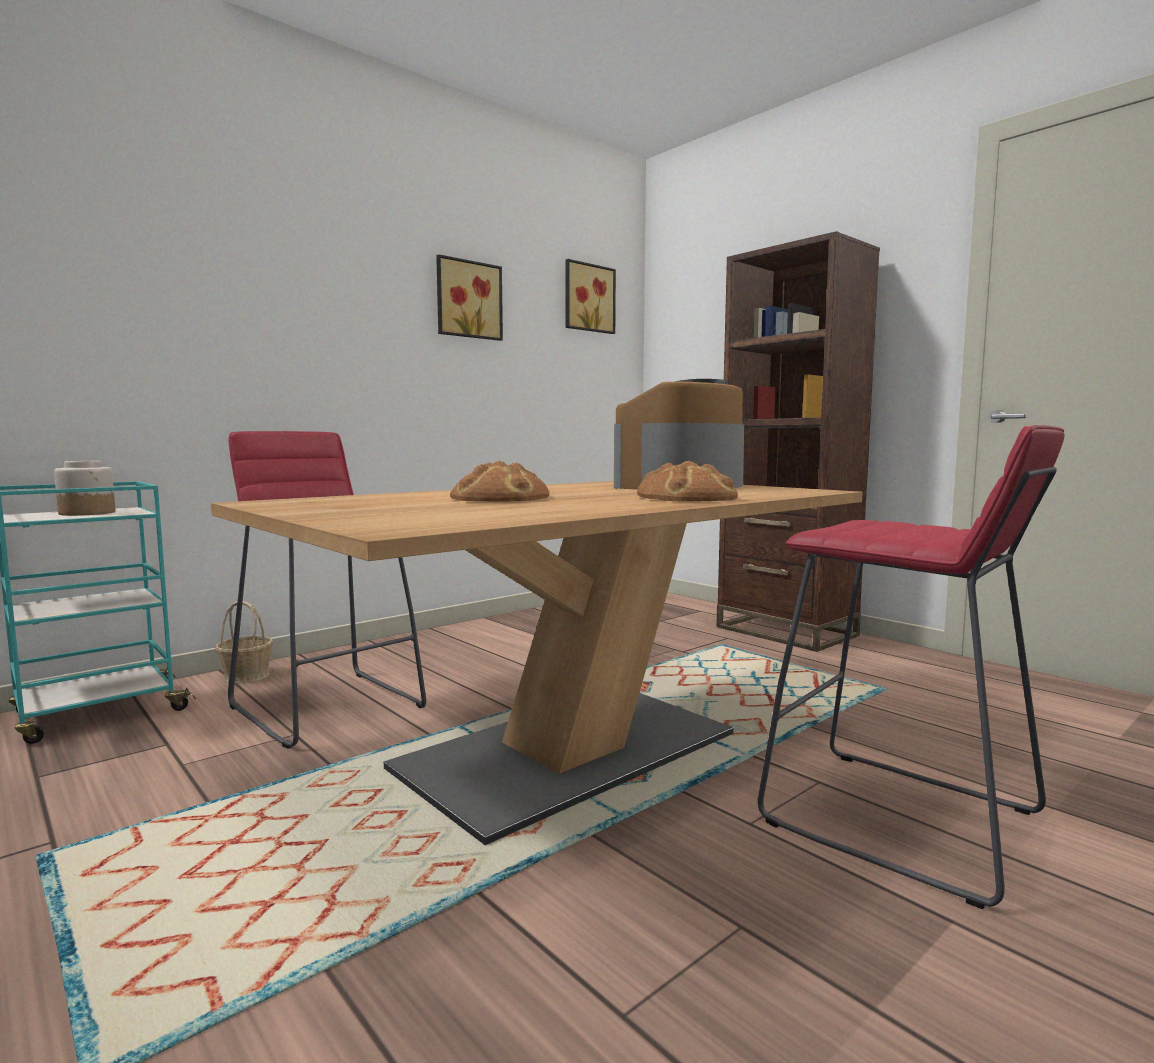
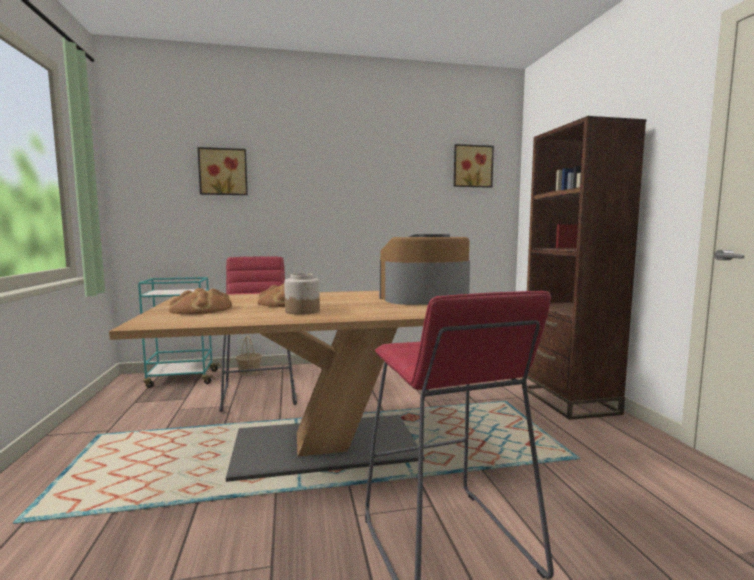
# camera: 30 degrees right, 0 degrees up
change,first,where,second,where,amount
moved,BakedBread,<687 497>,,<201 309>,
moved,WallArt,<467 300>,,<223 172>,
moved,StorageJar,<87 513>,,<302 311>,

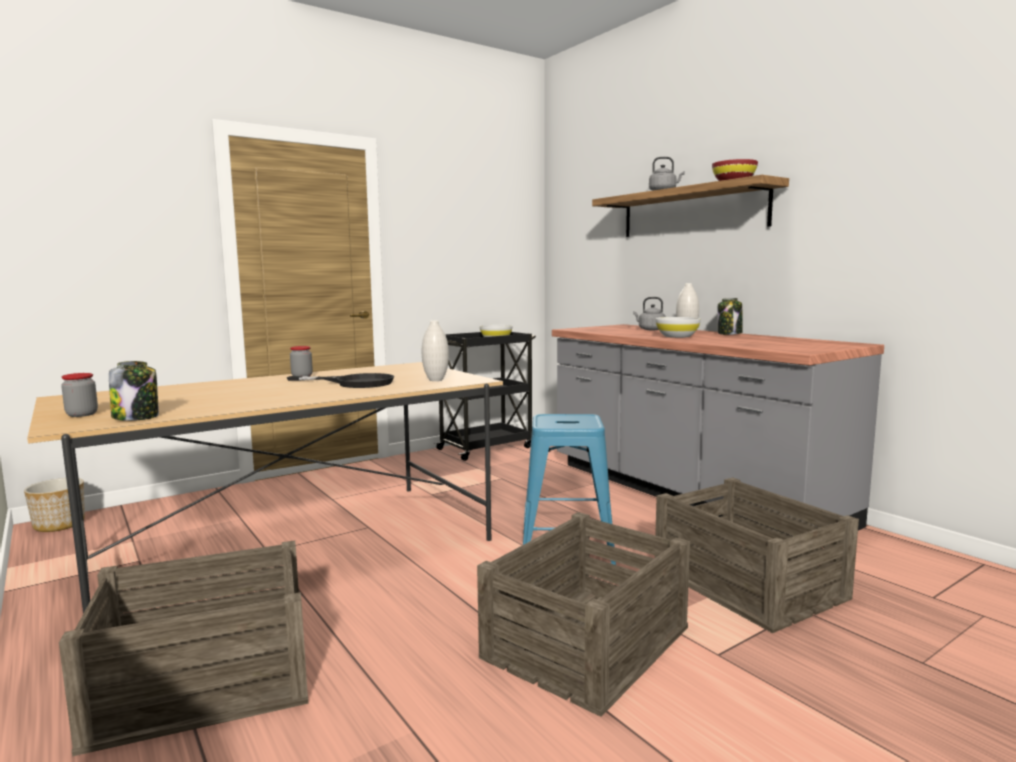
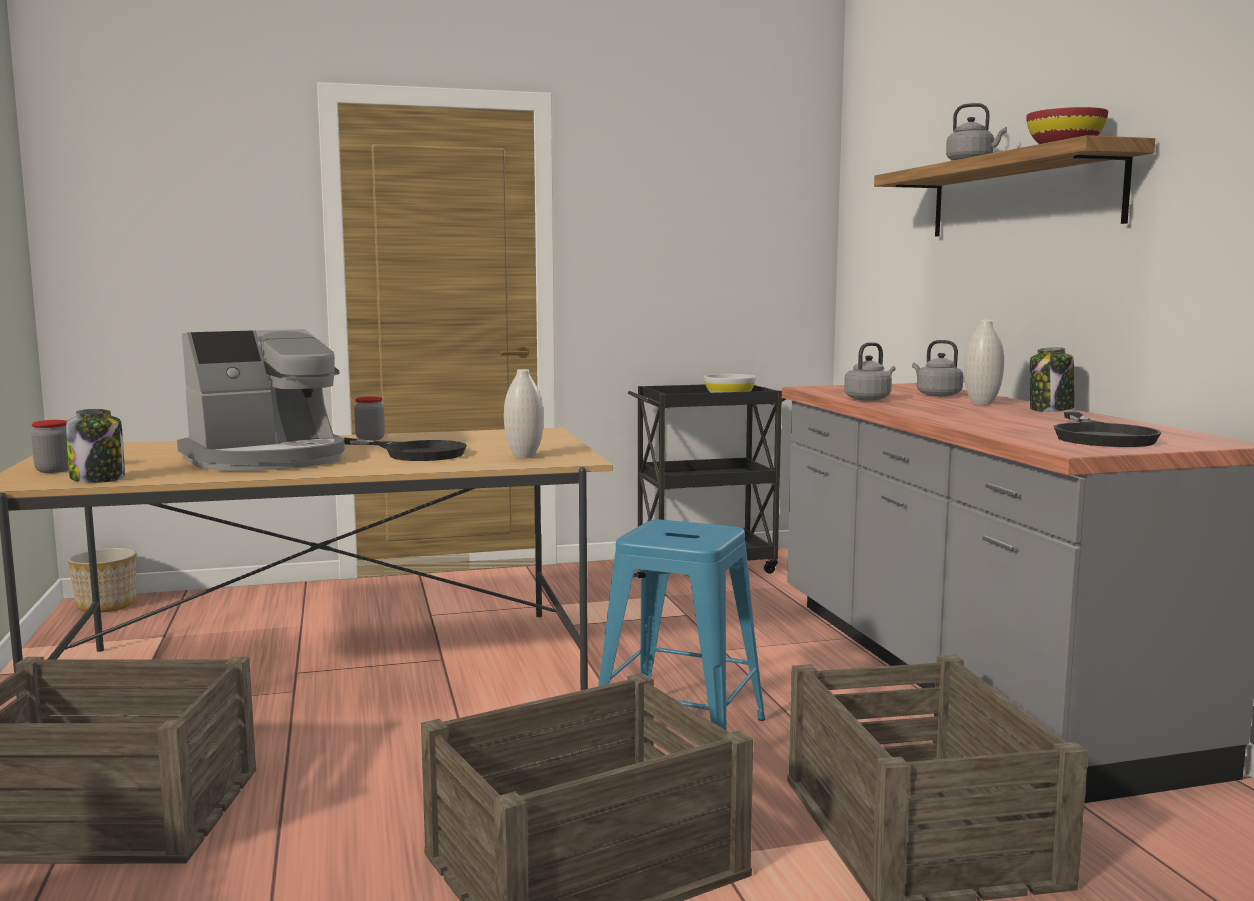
# camera: 20 degrees right, 0 degrees up
change,first,where,second,where,amount
added,,,CoffeeBrewer,<267 459>,
added,,,GreyishKettle,<869 399>,
added,,,BlackColouredPan,<1100 437>,
removed,WhiteColouredDeepDish,<677 336>,,,

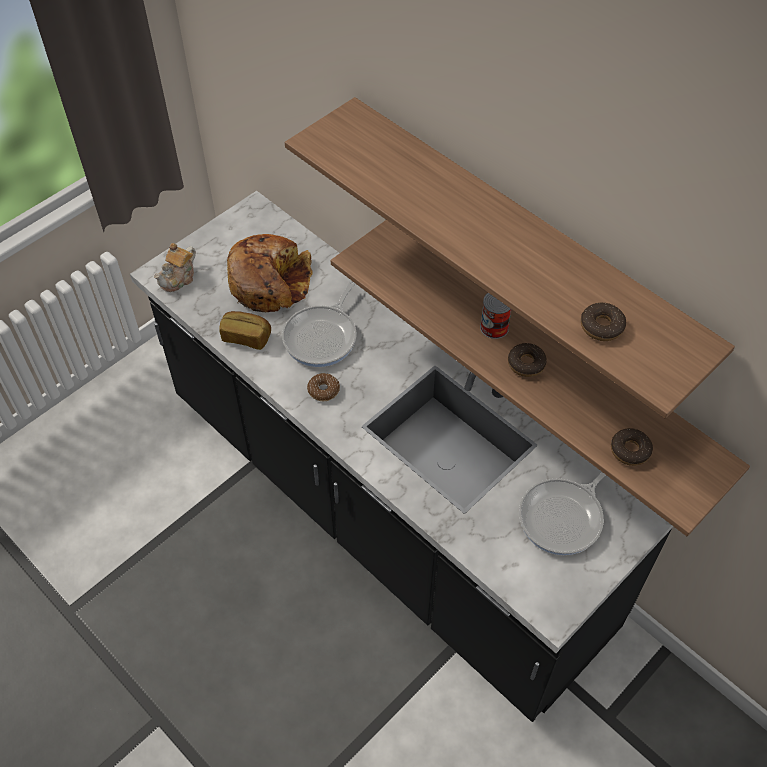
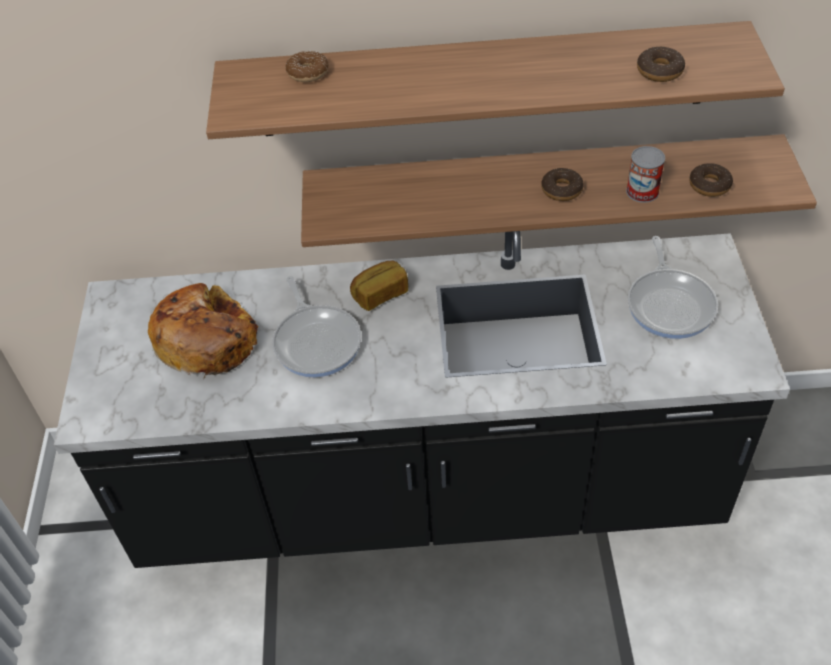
# camera: 45 degrees left, 5 degrees down
change,first,where,second,where,amount
moved,Donut,<323 390>,,<308 72>,
moved,BakedBread,<246 336>,,<380 294>,
moved,MetalCan,<494 327>,,<642 191>,
removed,PotForTea,<178 278>,,,

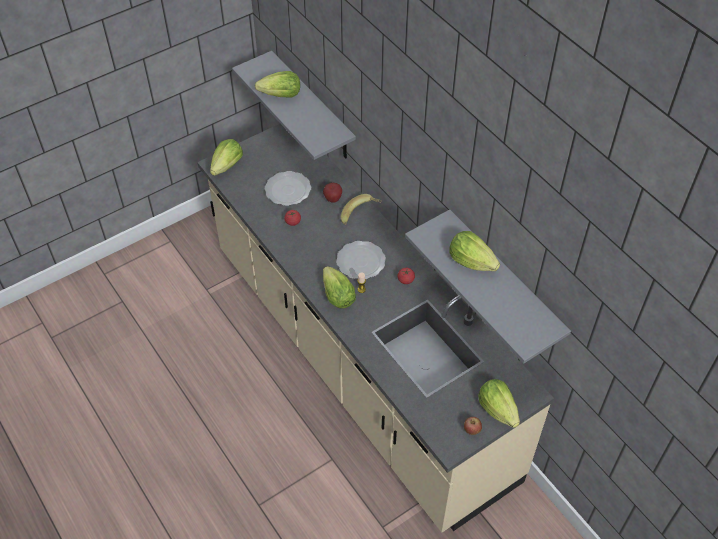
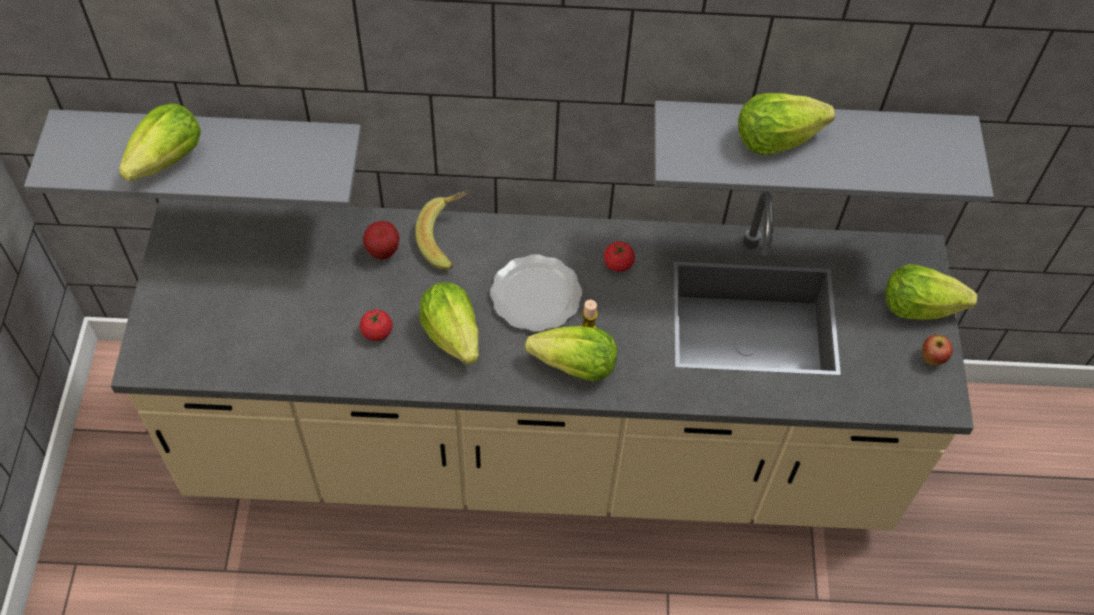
# camera: 55 degrees left, 5 degrees up
change,first,where,second,where,amount
moved,Lettuce,<227 166>,,<452 334>,
removed,DinnerPlate,<288 190>,,,

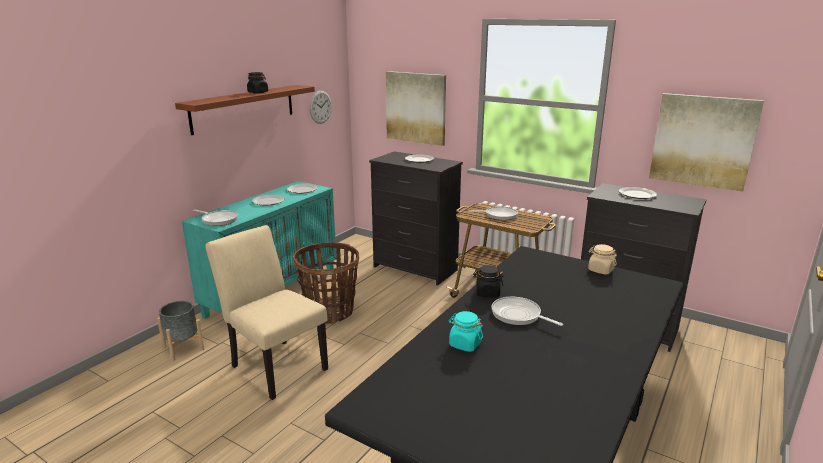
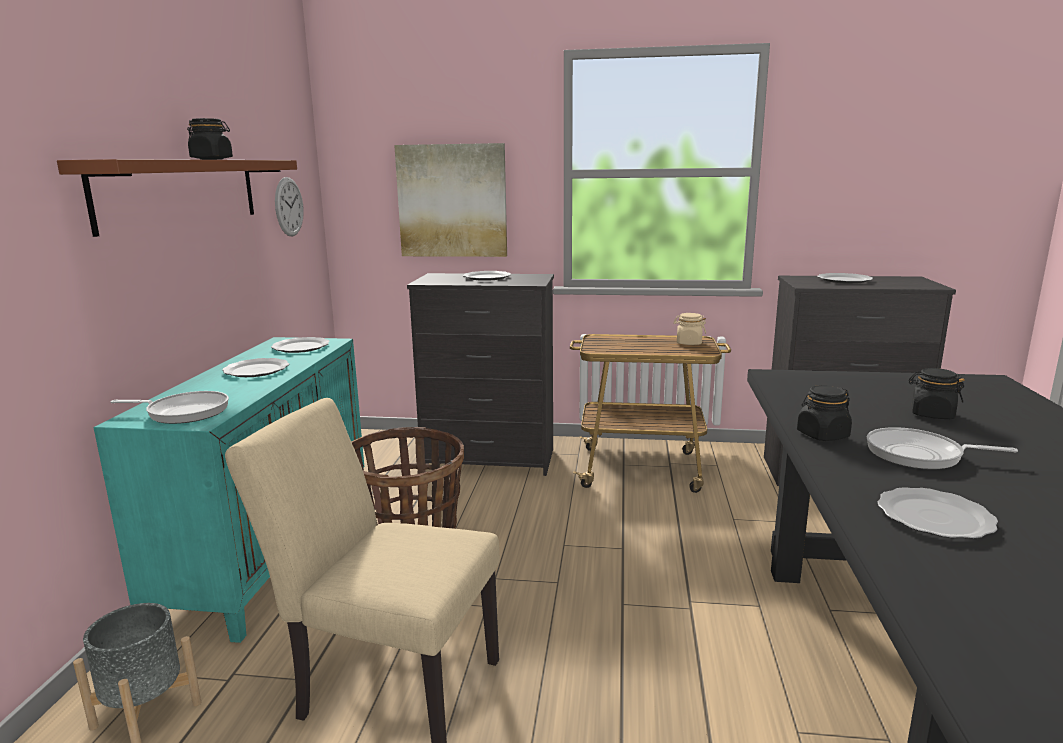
# camera: 25 degrees left, 5 degrees down
change,first,where,second,where,amount
moved,BeigeStorageJar,<600 270>,,<688 343>,
replaced,TurquoiseStorageJar,<465 344>,DinnerPlate,<935 516>,
added,,,BlackColouredStorageJar,<931 414>,
removed,Pan,<499 215>,,,
removed,WallArt,<703 141>,,,

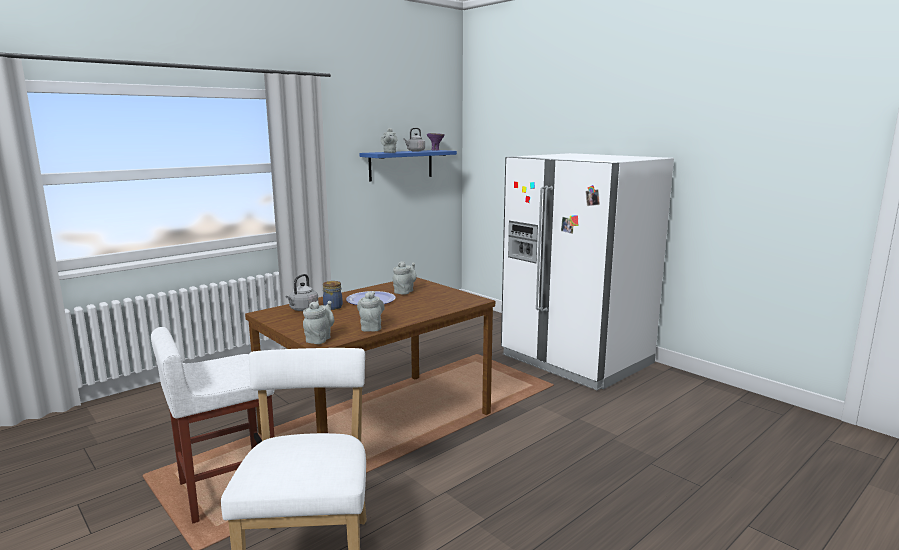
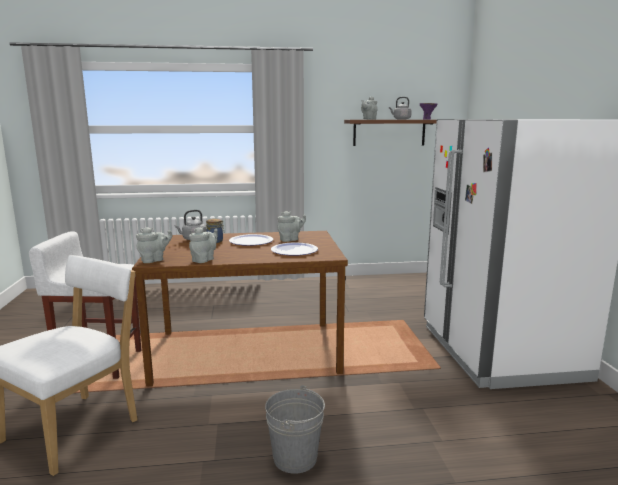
# camera: 35 degrees right, 0 degrees up
change,first,where,second,where,amount
added,,,GreyishBucket,<295 458>,
added,,,DinnerPlate,<294 250>,
recoloured,BlueShelf,<401 165>,BrownishShelf,<389 132>,

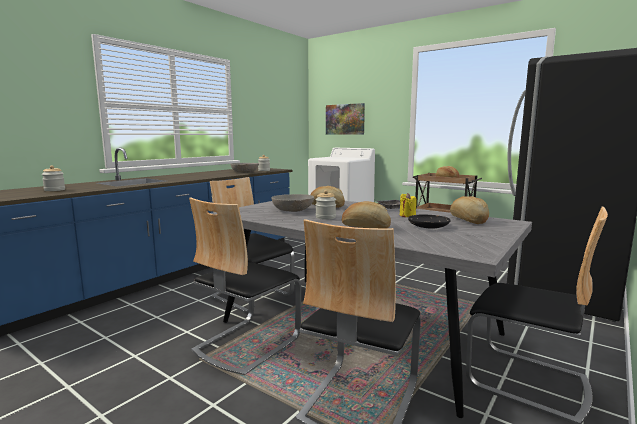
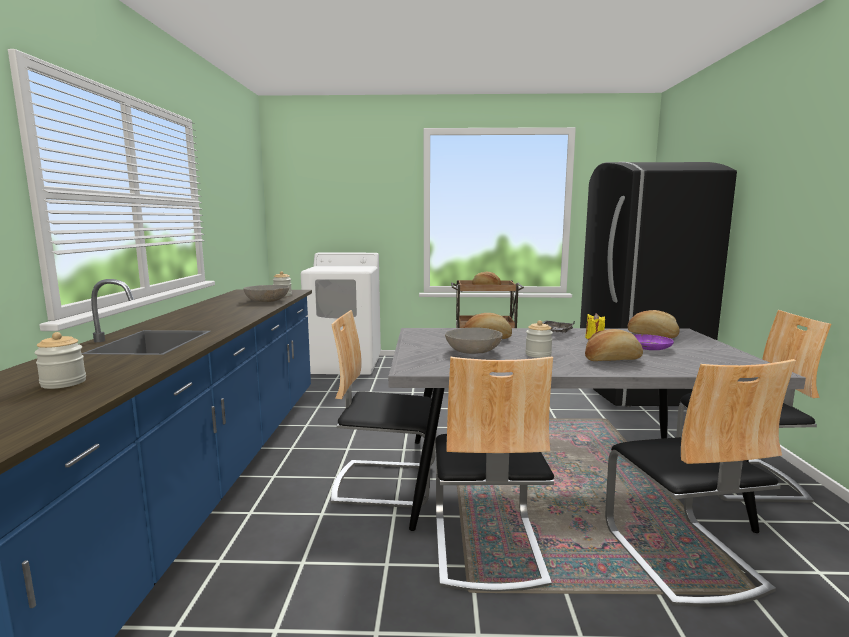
# camera: 35 degrees left, 0 degrees up
change,first,where,second,where,amount
recoloured,BlackColouredDinnerPlate,<428 226>,PurplishDinnerPlate,<648 347>,
removed,WallArt,<345 119>,,,

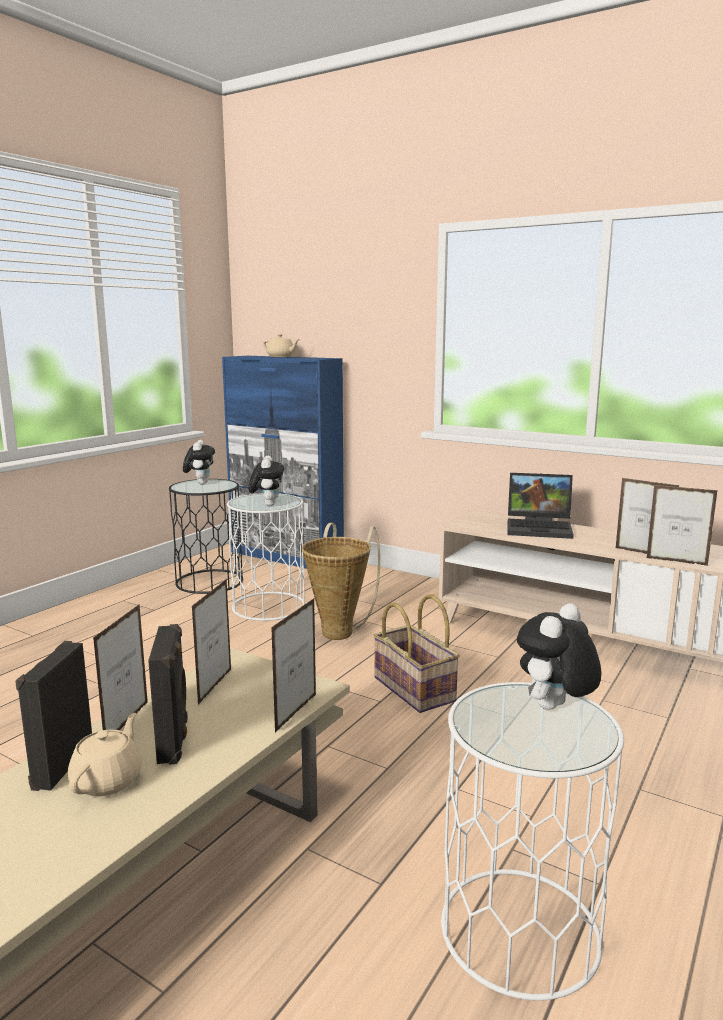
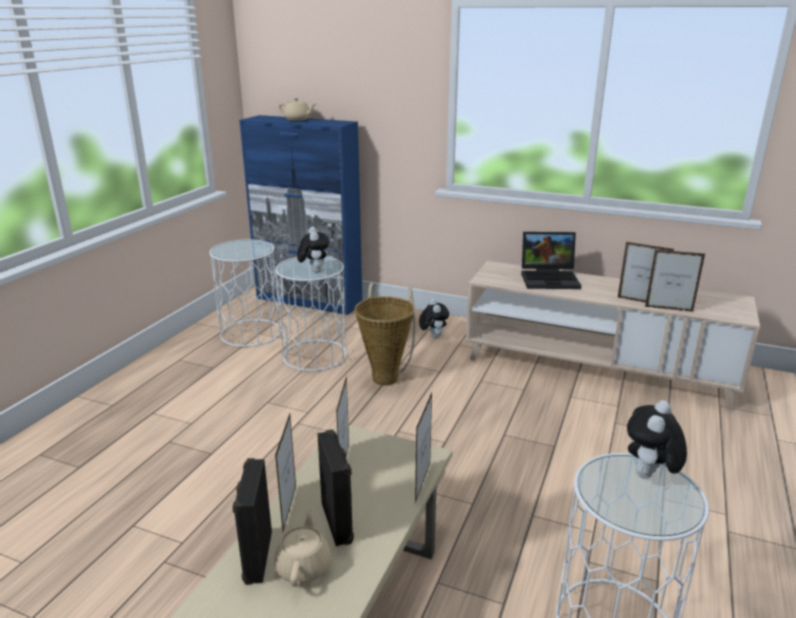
# camera: 10 degrees left, 10 degrees up
change,first,where,second,where,amount
recoloured,BlackColouredAccentTable,<210 581>,WhiteColouredAccentTable,<251 333>,
moved,SoftToy,<200 483>,,<433 336>,
removed,HouseholdBasket,<415 689>,,,

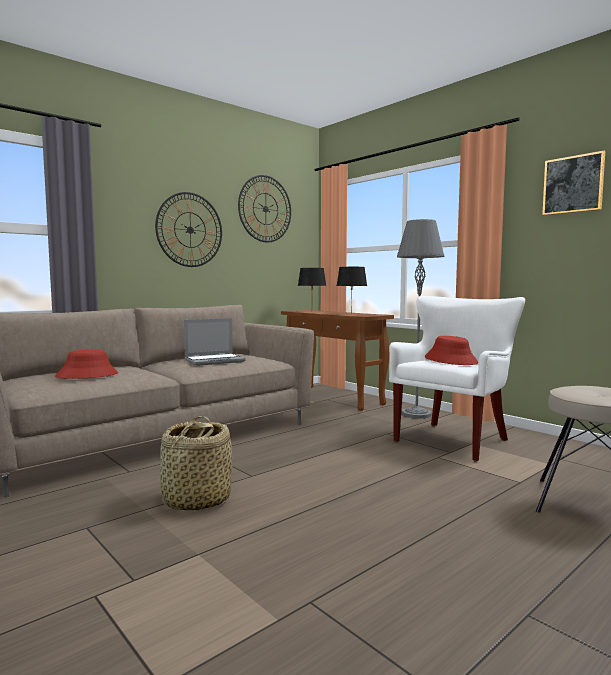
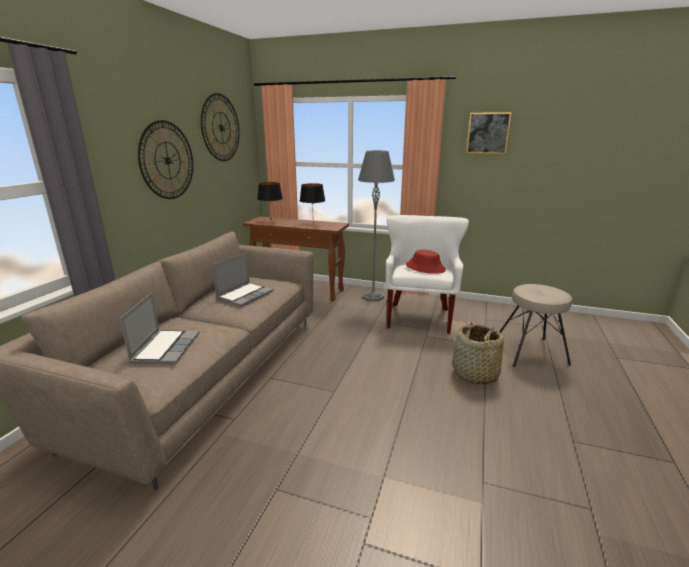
# camera: 30 degrees left, 15 degrees up
change,first,where,second,where,amount
replaced,ReddishWearableHat,<87 375>,NotebookComputer,<165 347>,
moved,HouseholdBasket,<196 500>,,<475 374>,

